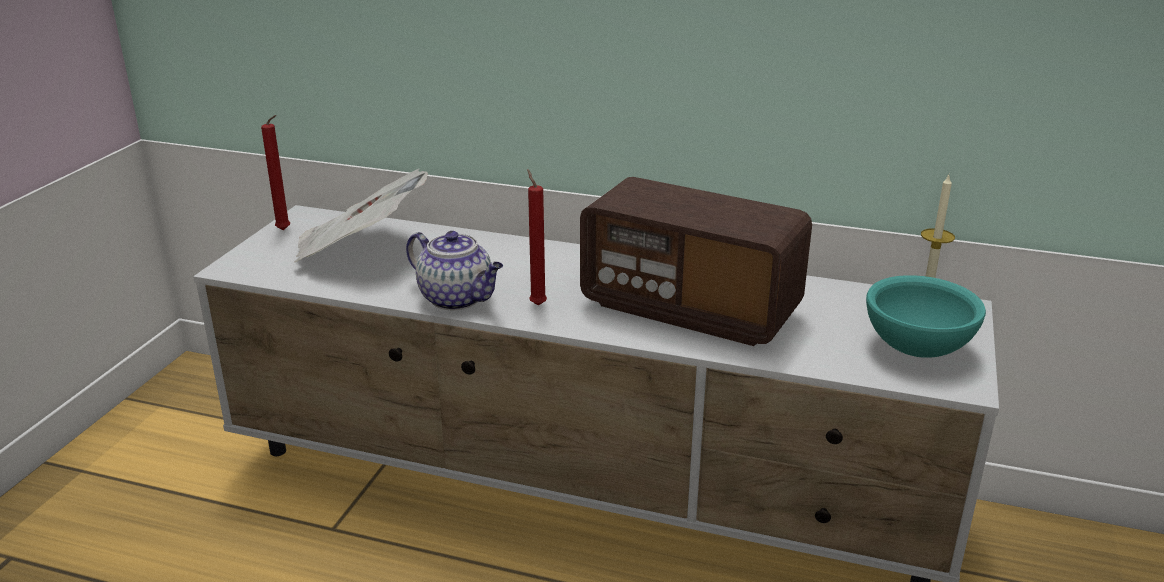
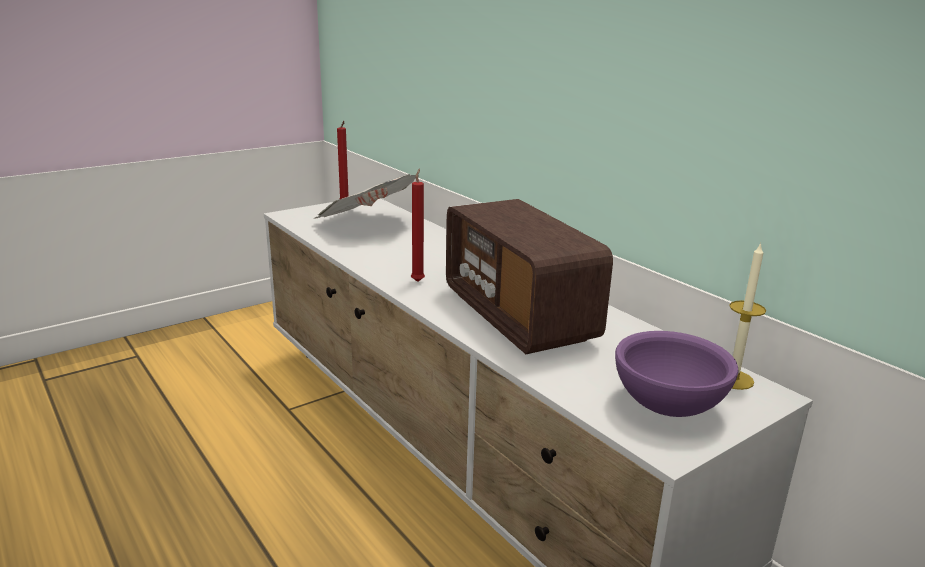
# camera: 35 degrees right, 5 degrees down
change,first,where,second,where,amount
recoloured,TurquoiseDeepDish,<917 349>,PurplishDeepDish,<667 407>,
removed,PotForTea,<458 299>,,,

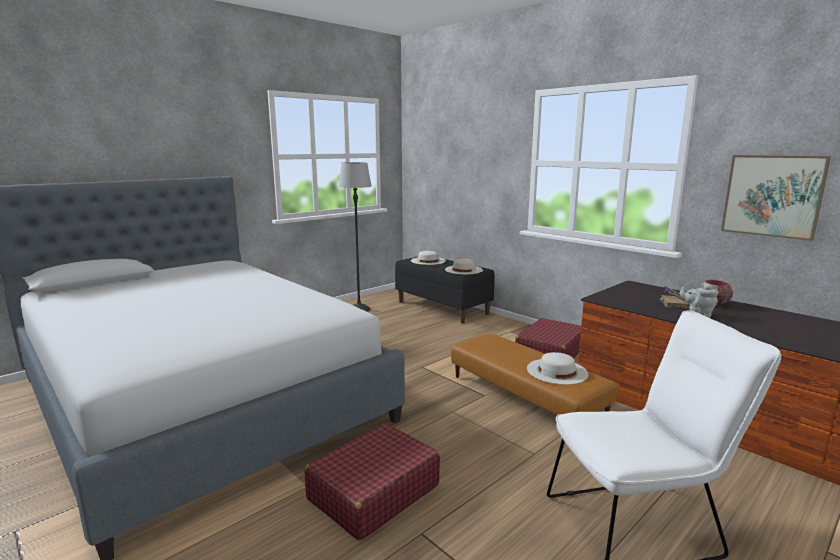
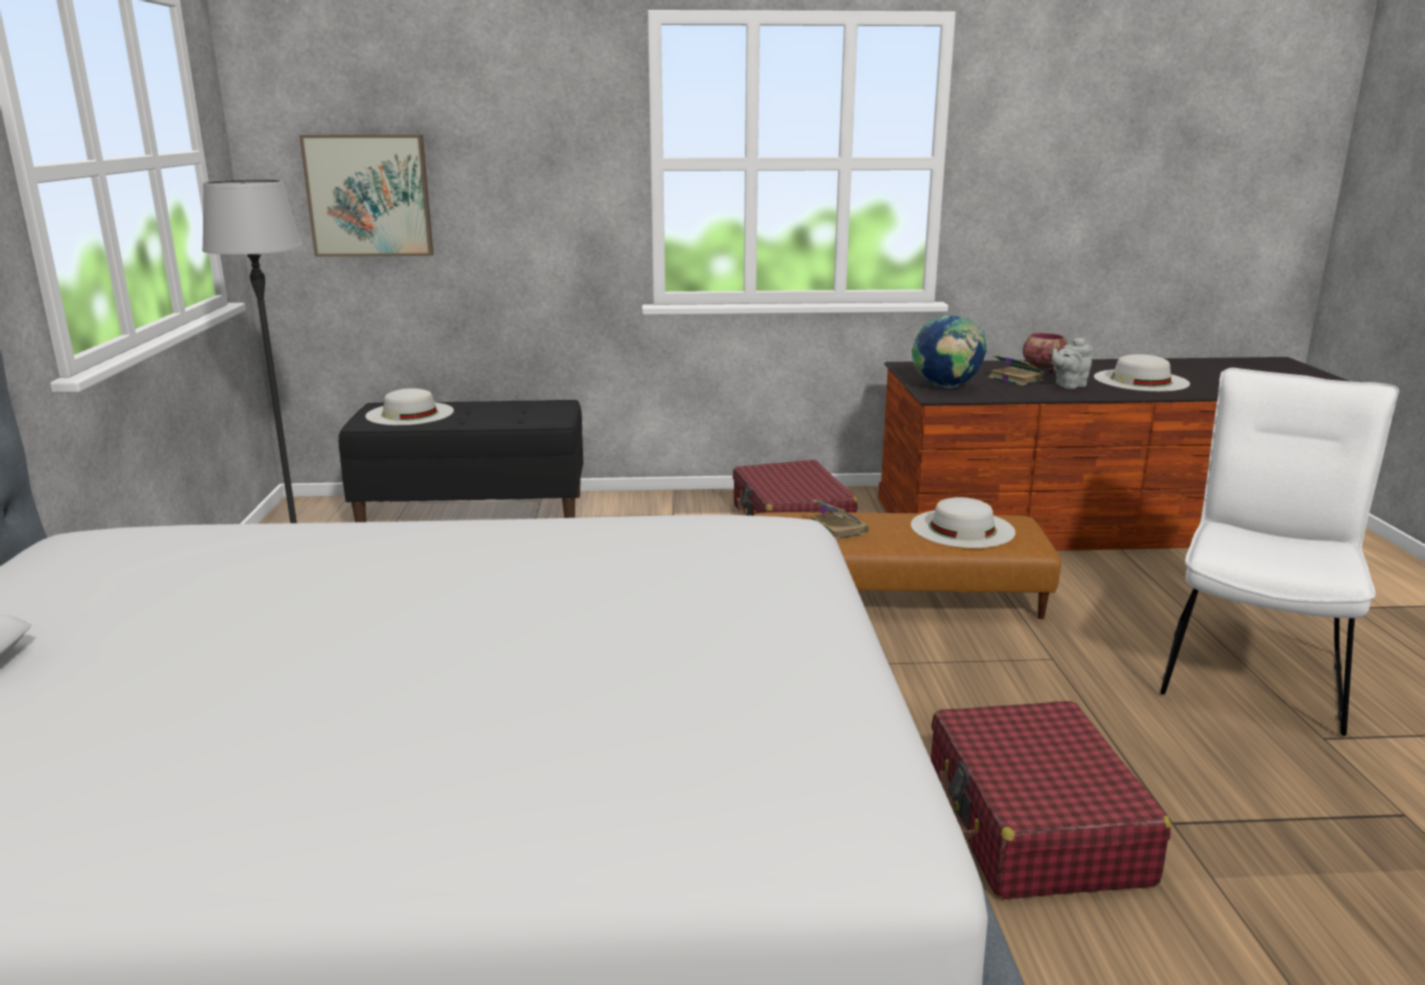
# camera: 50 degrees left, 5 degrees up
change,first,where,second,where,amount
moved,WallArt,<772 196>,,<369 196>,
added,,,Volume,<837 528>,
added,,,DeskGlobe,<946 387>,
moved,WhiteColouredWearableHat,<463 269>,,<1141 380>,

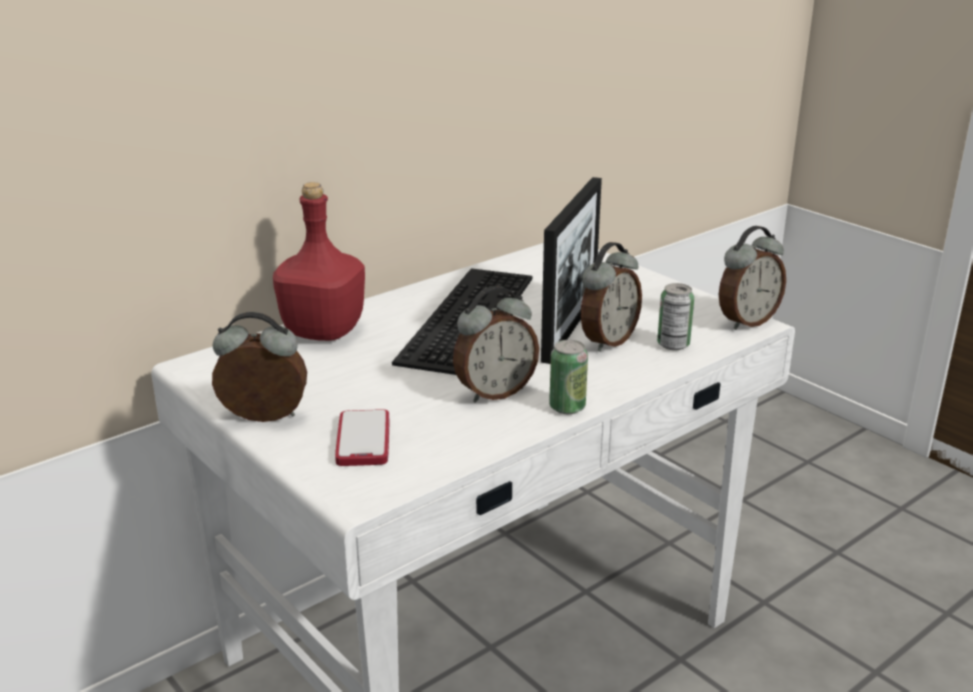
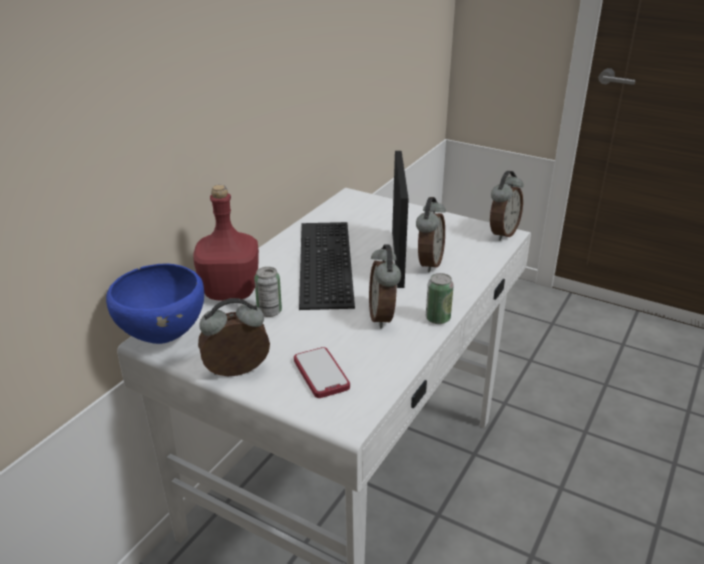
# camera: 20 degrees left, 5 degrees up
change,first,where,second,where,amount
added,,,BlueDeepDish,<163 337>,
moved,MetalCan,<673 344>,,<269 311>,
turned,TableClock,<494 392>,,<383 317>,135 degrees clockwise

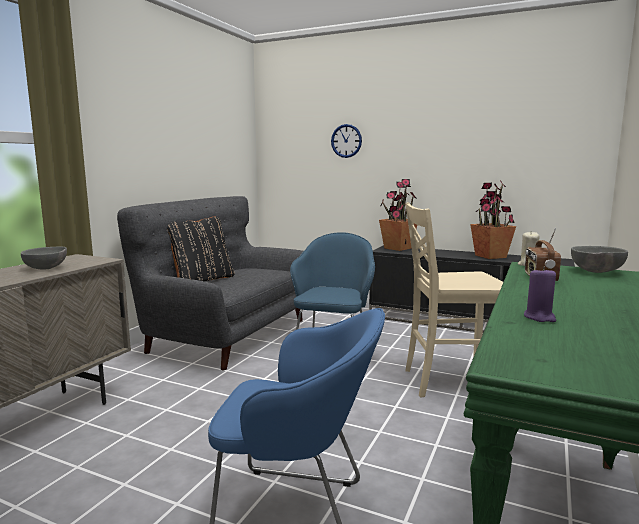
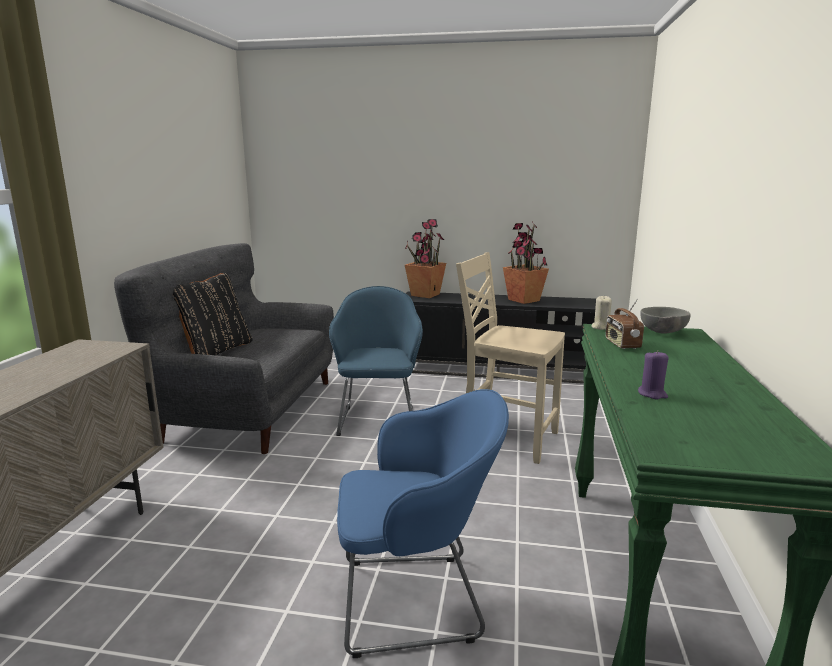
# camera: 15 degrees left, 5 degrees up
change,first,where,second,where,amount
turned,BeigeChair,<449 382>,,<507 438>,45 degrees clockwise
removed,GreyishDeepDish,<47 268>,,,
removed,WallClock,<346 141>,,,

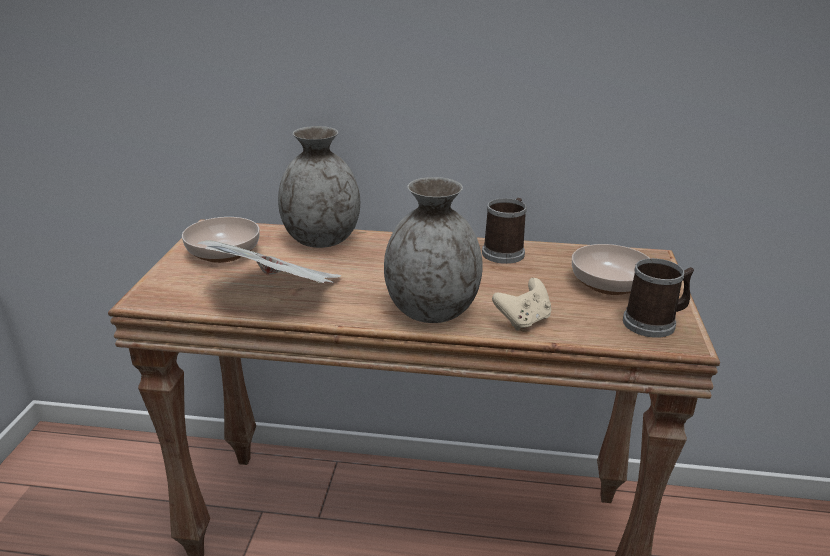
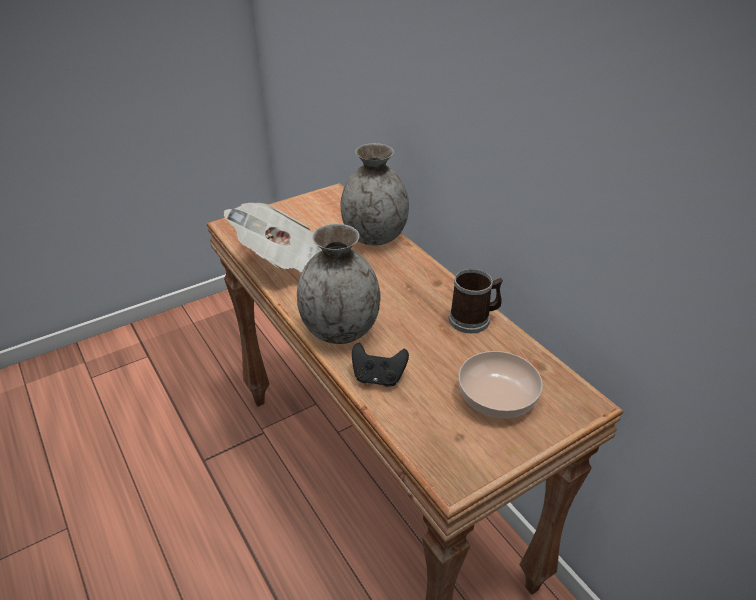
# camera: 50 degrees right, 10 degrees up
change,first,where,second,where,amount
recoloured,BeigeGamepad,<523 321>,BlackColouredGamepad,<378 378>,
removed,DeepDish,<223 253>,,,
removed,TeaMug,<654 323>,,,

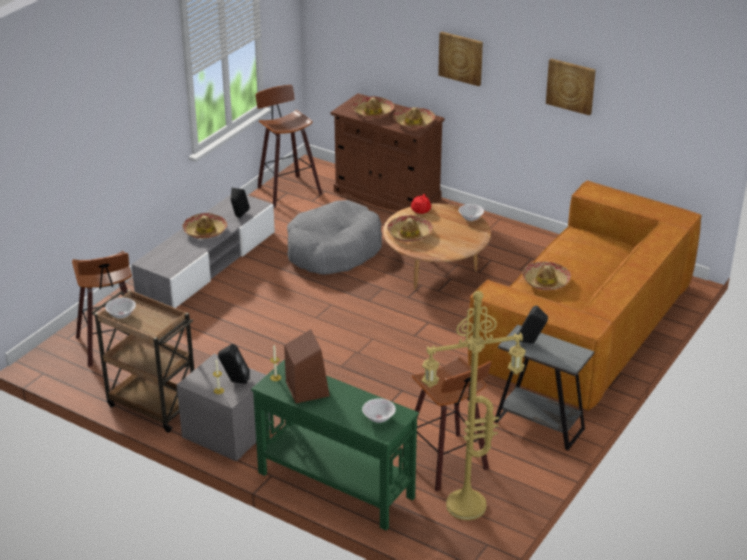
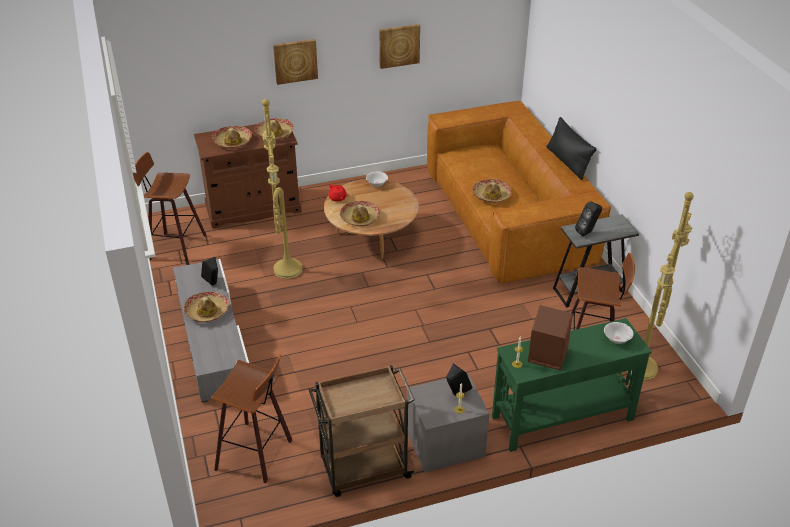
# camera: 50 degrees left, 5 degrees up
change,first,where,second,where,amount
replaced,GreyishDogCushion,<333 250>,YellowishFloorLamp,<286 269>,
added,,,BlackColouredCushion,<567 162>,
removed,WhiteColouredDeepDish,<121 315>,,,

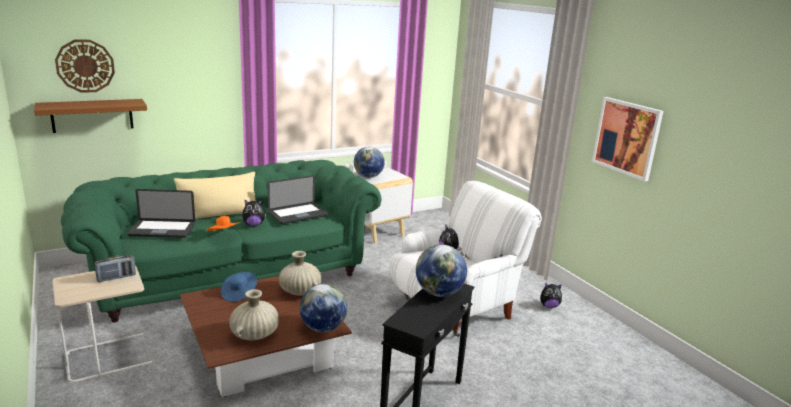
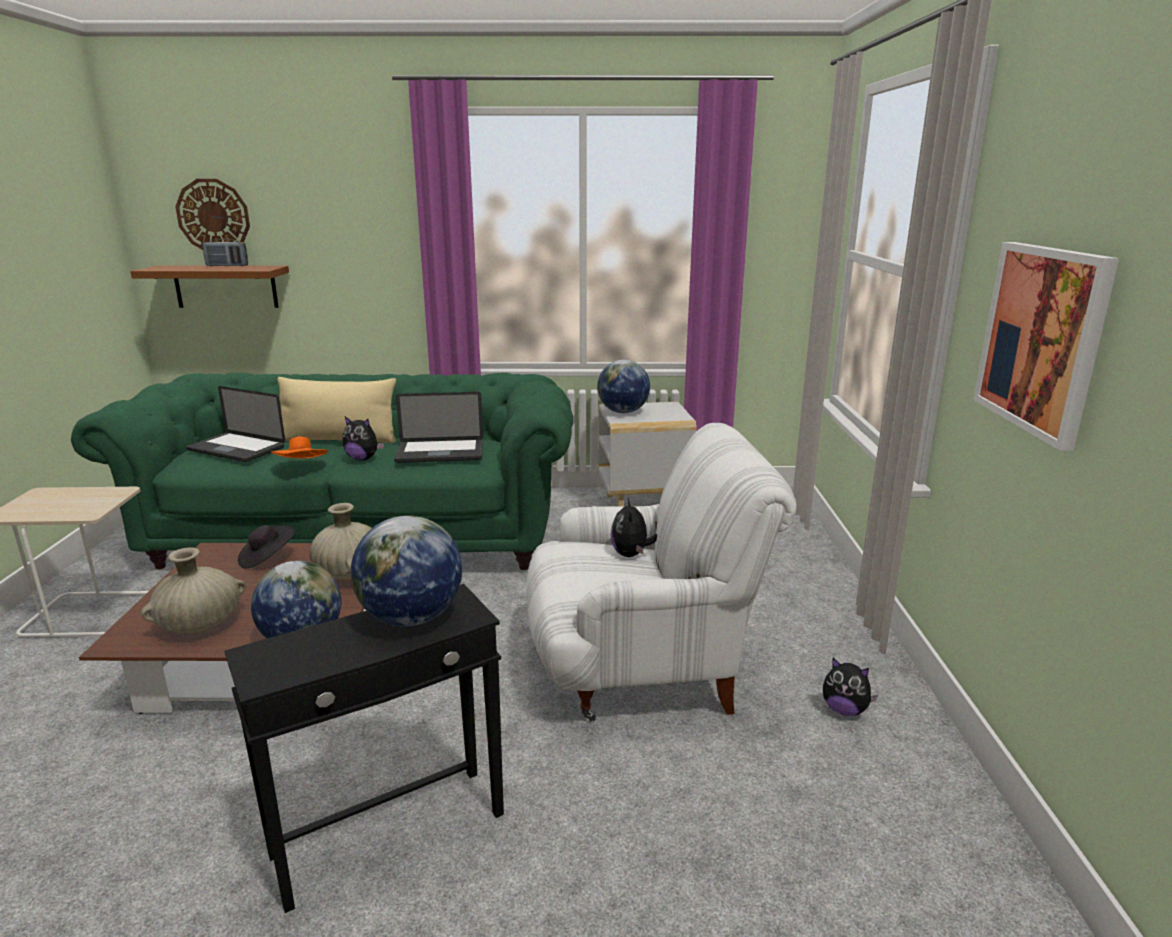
# camera: 30 degrees right, 0 degrees up
change,first,where,second,where,amount
moved,RadioReceiver,<116 277>,,<227 266>,
recoloured,BlueWearableHat,<239 294>,BlackColouredWearableHat,<267 558>,

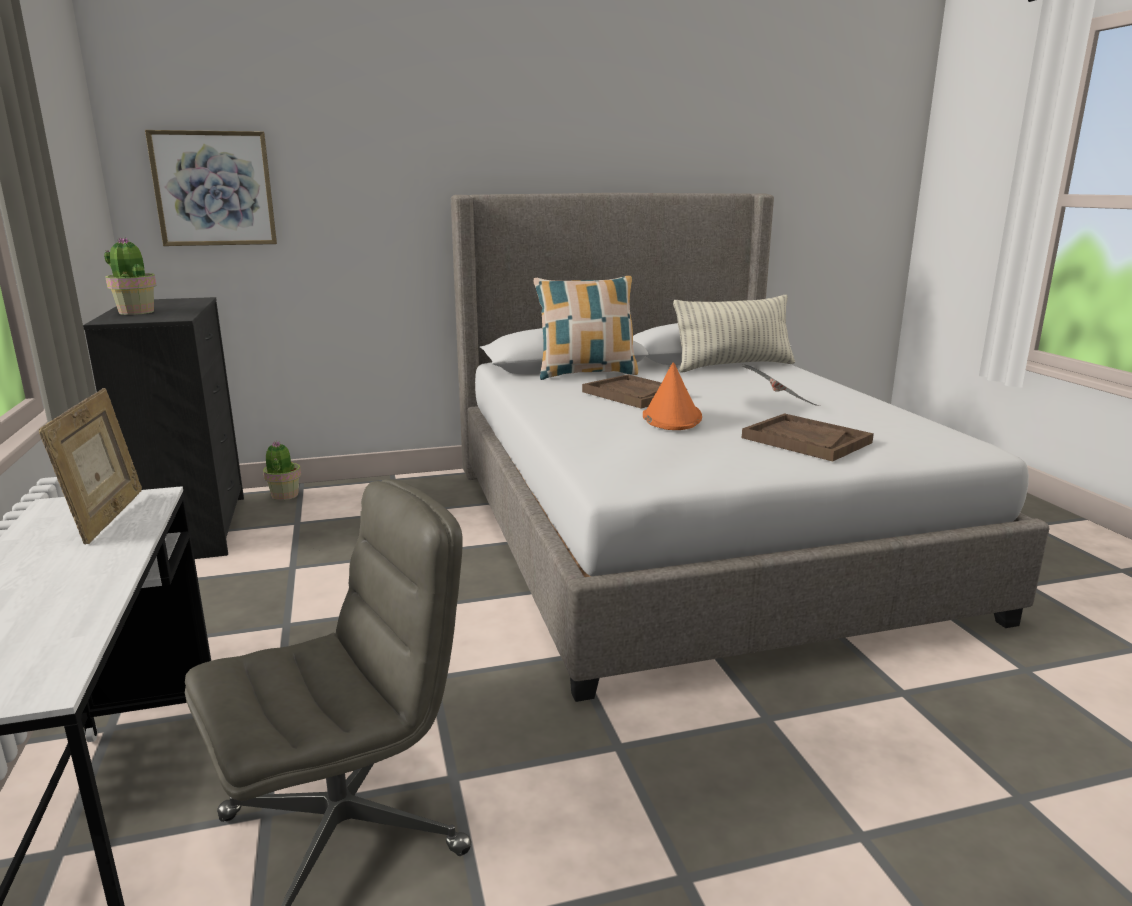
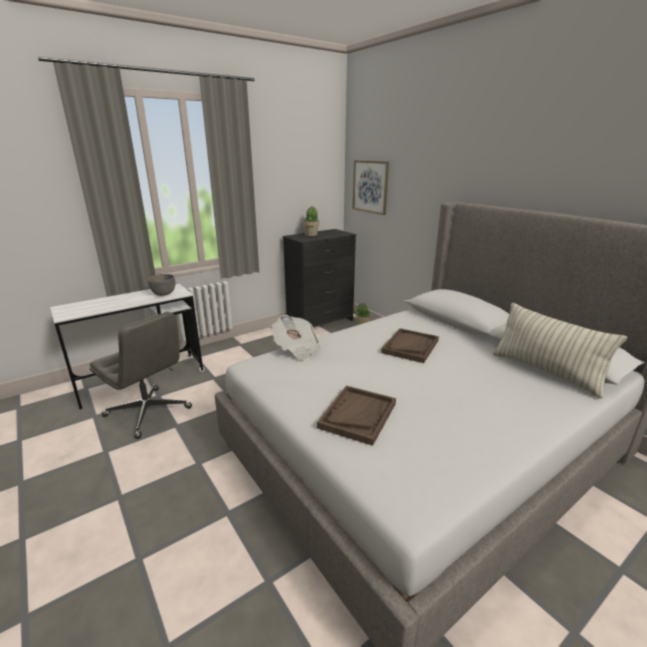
# camera: 70 degrees right, 5 degrees up
change,first,where,second,where,amount
replaced,PictureFrame,<107 518>,GreyishDeepDish,<164 294>,
moved,DailyPaper,<778 405>,,<296 348>,
removed,Cushion,<586 374>,,,
removed,OrangeyWearableHat,<671 417>,,,

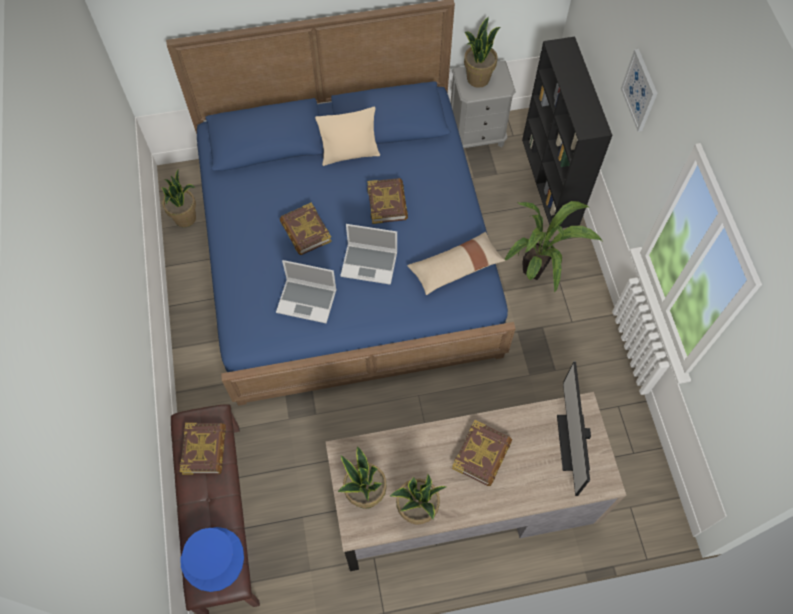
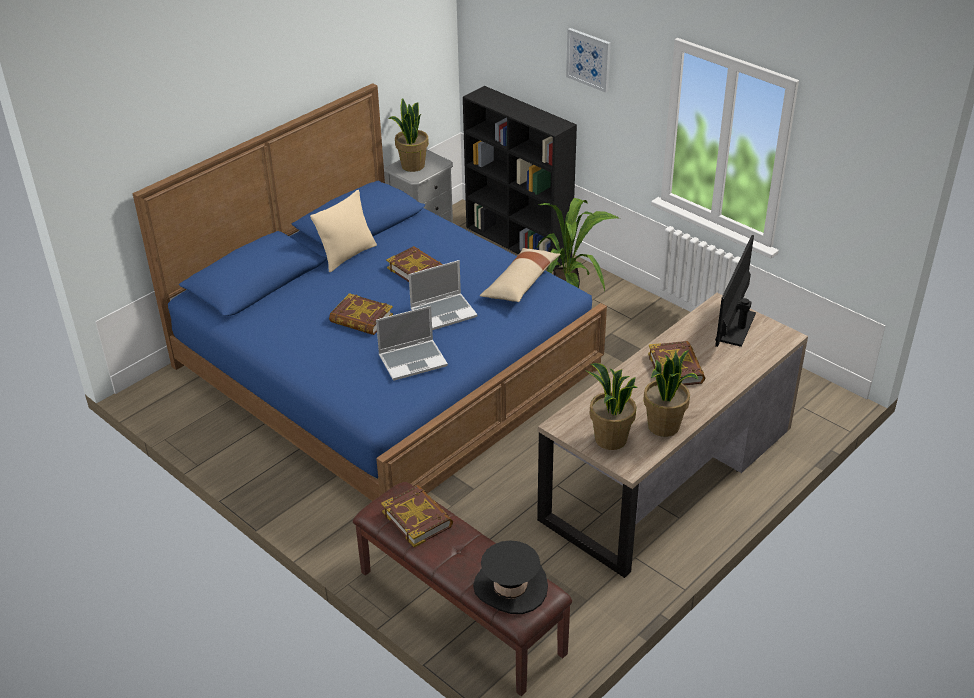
# camera: 35 degrees left, 25 degrees down
change,first,where,second,where,amount
recoloured,BlueWearableHat,<213 559>,BlackColouredWearableHat,<510 587>,
turned,Monitor,<572 442>,,<735 327>,60 degrees clockwise
removed,Houseplant,<185 218>,,,

